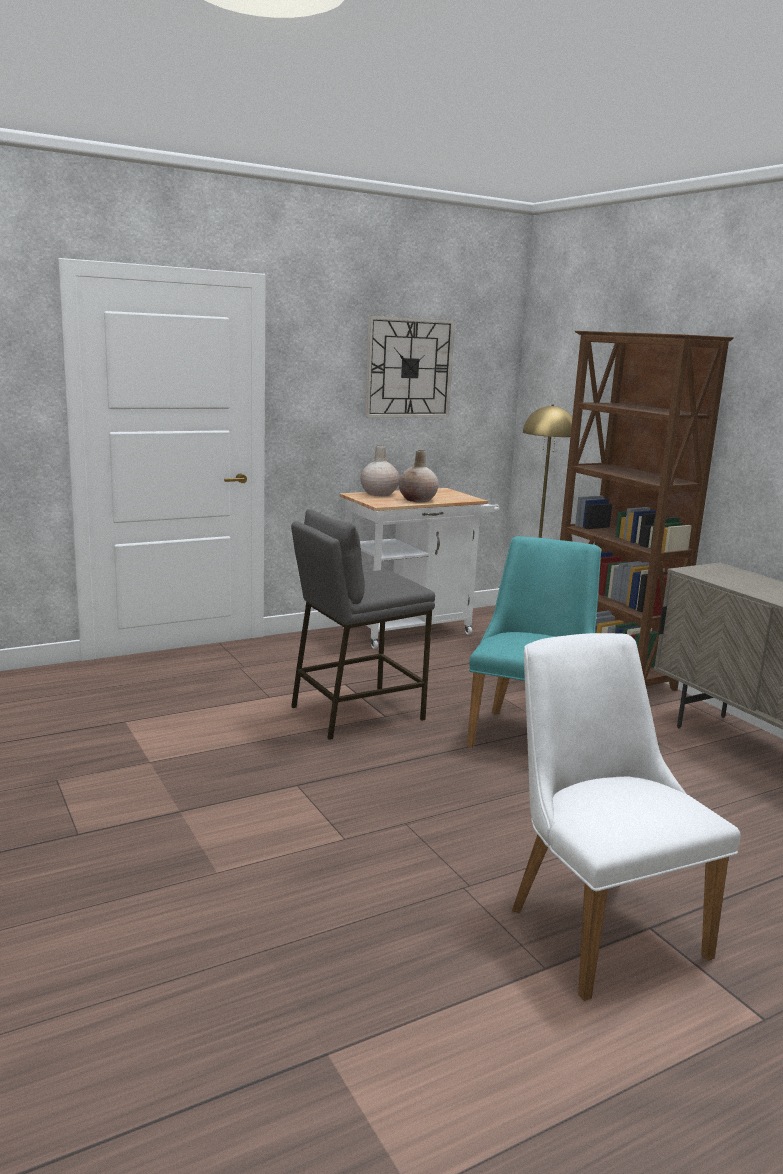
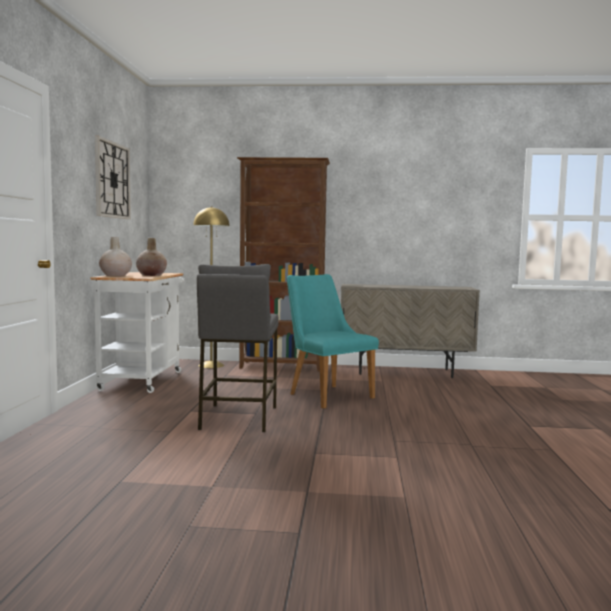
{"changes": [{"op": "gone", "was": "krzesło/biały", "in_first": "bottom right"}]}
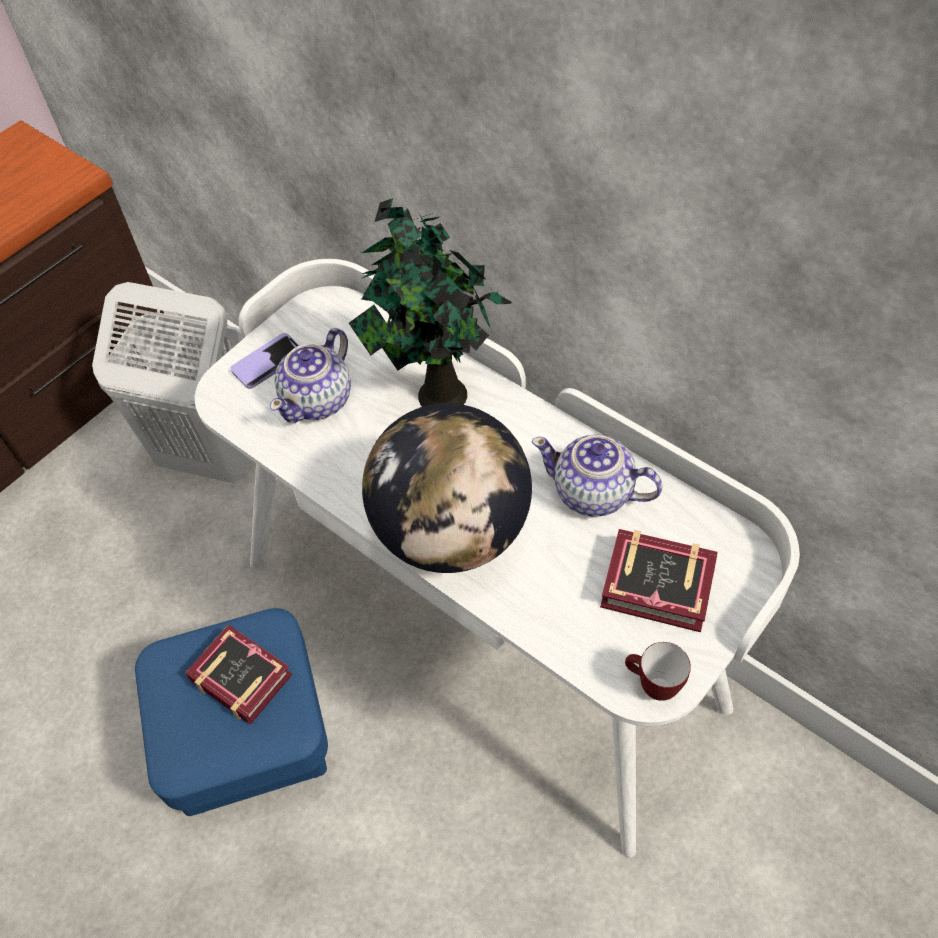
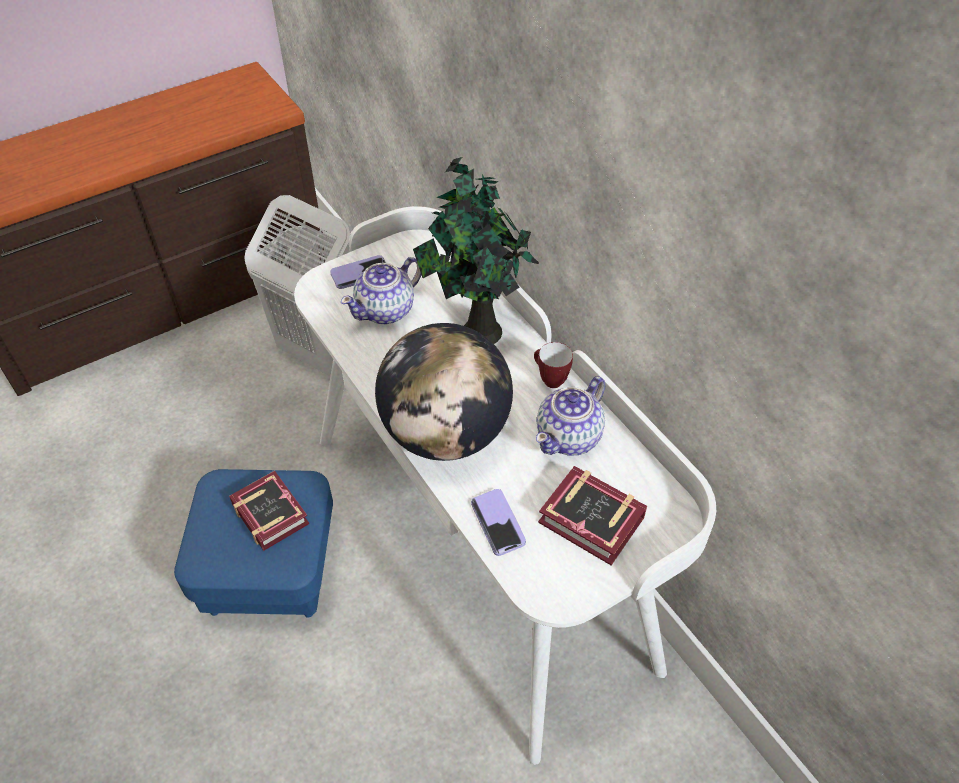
{"changes": [{"op": "rotated", "was": "imbryk (no. 2 from left)", "in_first": "centre", "in_second": "centre", "clockwise": -90}, {"op": "shifted", "was": "kubek", "in_first": "bottom right", "in_second": "centre"}, {"op": "new", "now": "telefon (no. 2 from left)", "in_second": "bottom centre"}]}
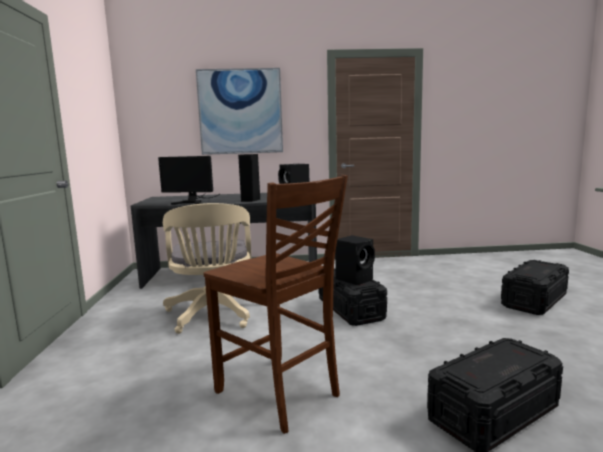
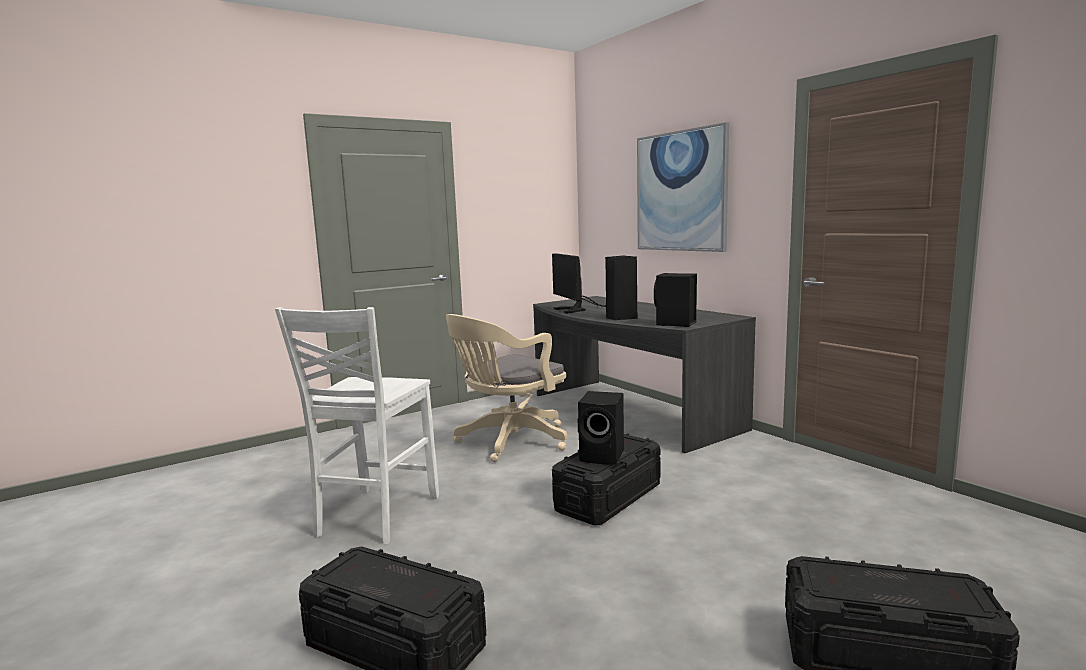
{"changes": [{"op": "repainted", "was": "krzesło/brązowy", "now": "krzesło/biały", "in_first": "bottom centre", "in_second": "middle left"}]}
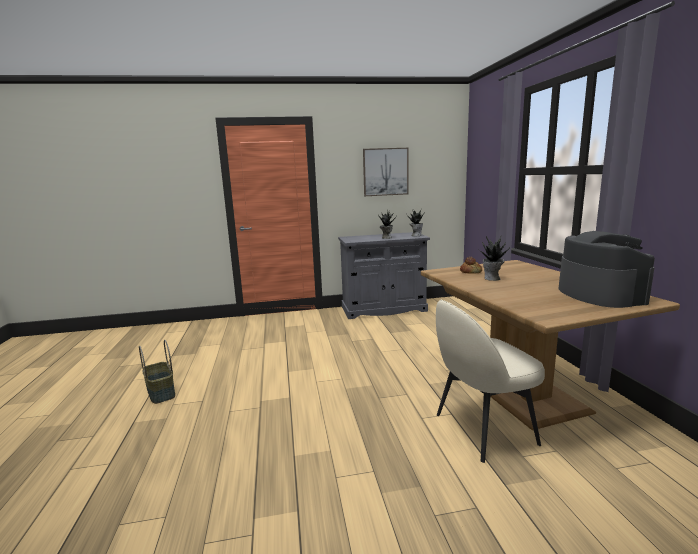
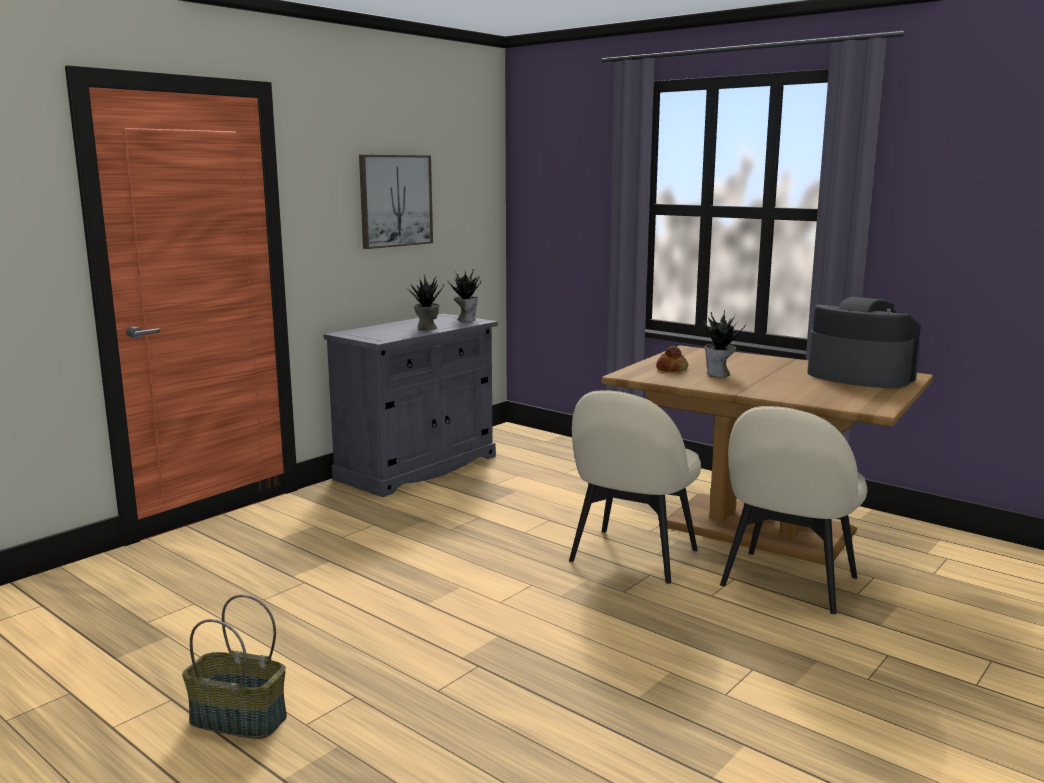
{"changes": [{"op": "new", "now": "krzesło/beżowy (no. 1 from left)", "in_second": "centre"}]}
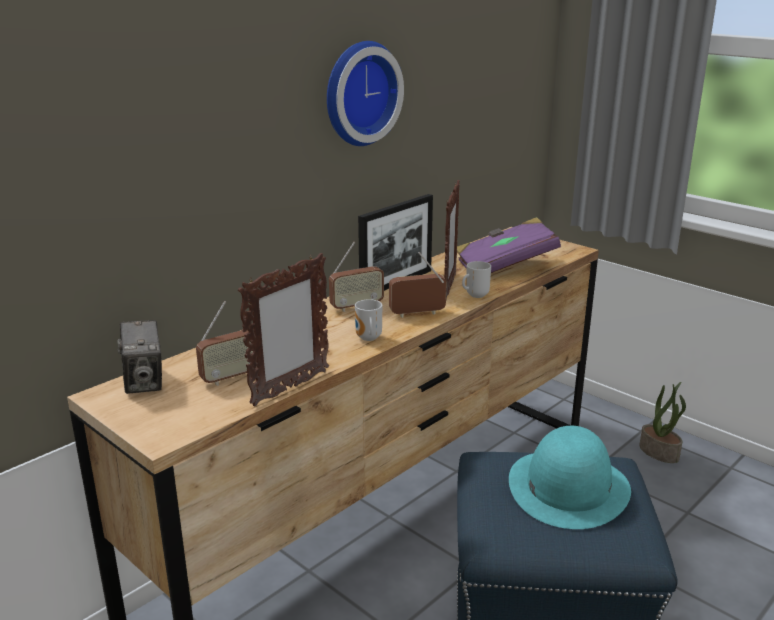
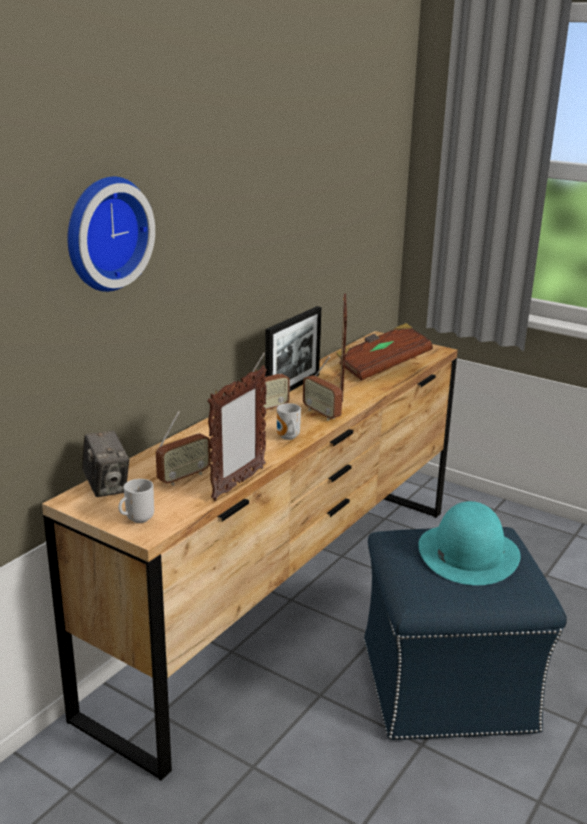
{"changes": [{"op": "shifted", "was": "zegar ścienny", "in_first": "top centre", "in_second": "top left"}, {"op": "rotated", "was": "radio (no. 3 from left)", "in_first": "centre", "in_second": "centre", "clockwise": -105}, {"op": "repainted", "was": "książka/fioletowy", "now": "książka/brązowy", "in_first": "centre", "in_second": "centre"}, {"op": "shifted", "was": "kubek (no. 2 from left in the first image)", "now": "kubek (no. 1 from left)", "in_first": "centre", "in_second": "middle left"}, {"op": "gone", "was": "roślina doniczkowa", "in_first": "bottom right"}]}
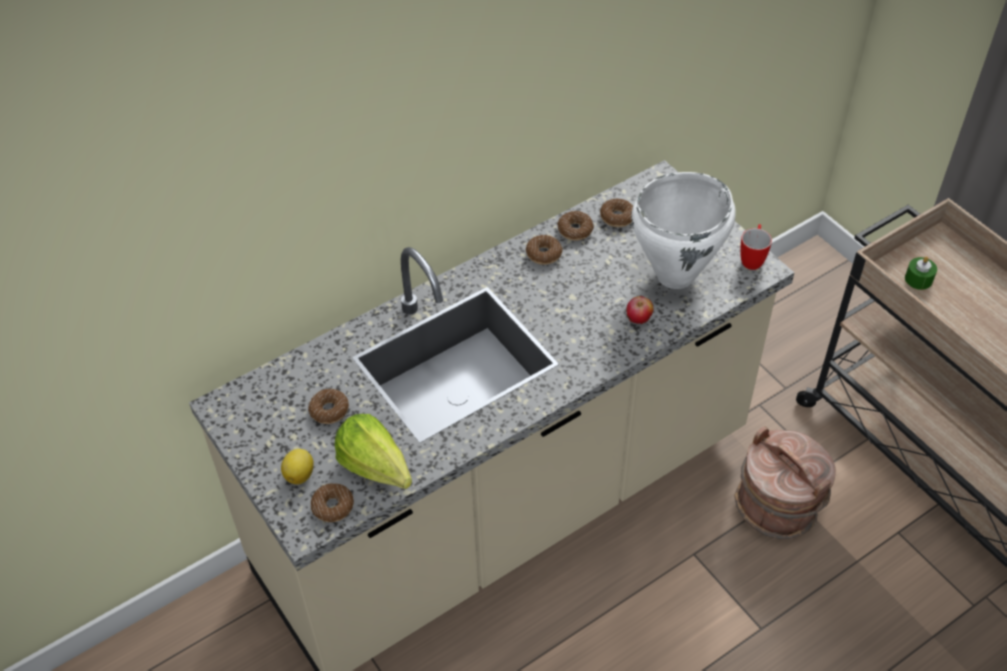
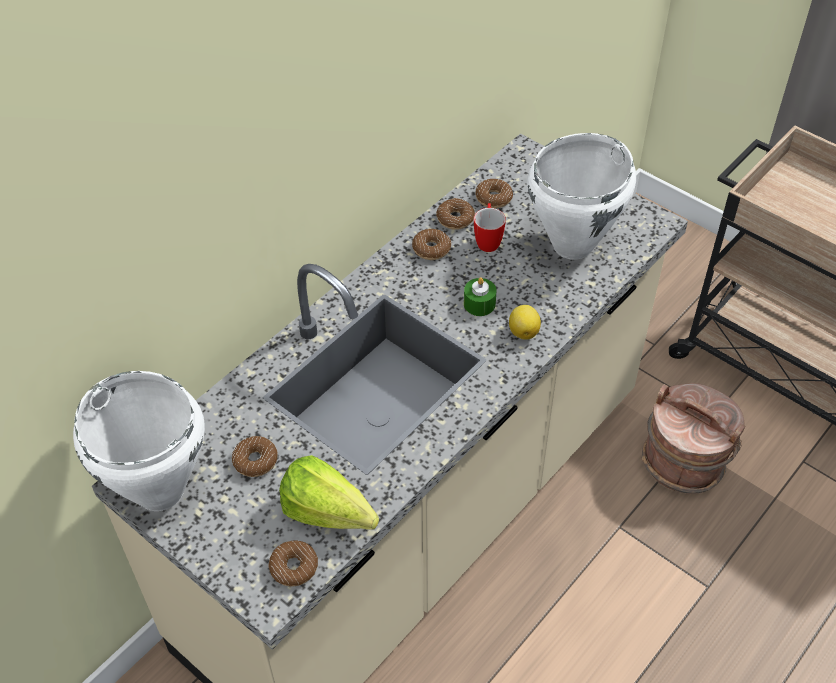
{"changes": [{"op": "shifted", "was": "cytryna", "in_first": "bottom left", "in_second": "centre"}, {"op": "gone", "was": "jabłko", "in_first": "centre"}, {"op": "shifted", "was": "kubek", "in_first": "middle right", "in_second": "top centre"}, {"op": "shifted", "was": "świeca/zielony", "in_first": "middle right", "in_second": "centre"}, {"op": "new", "now": "garnek/biały (no. 1 from left)", "in_second": "middle left"}]}
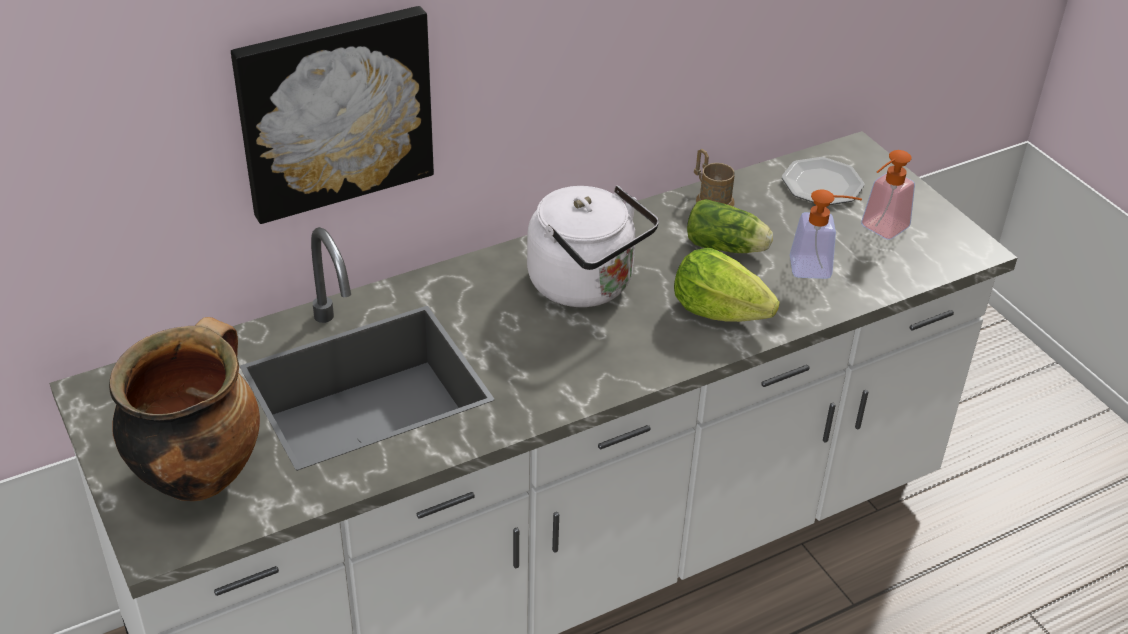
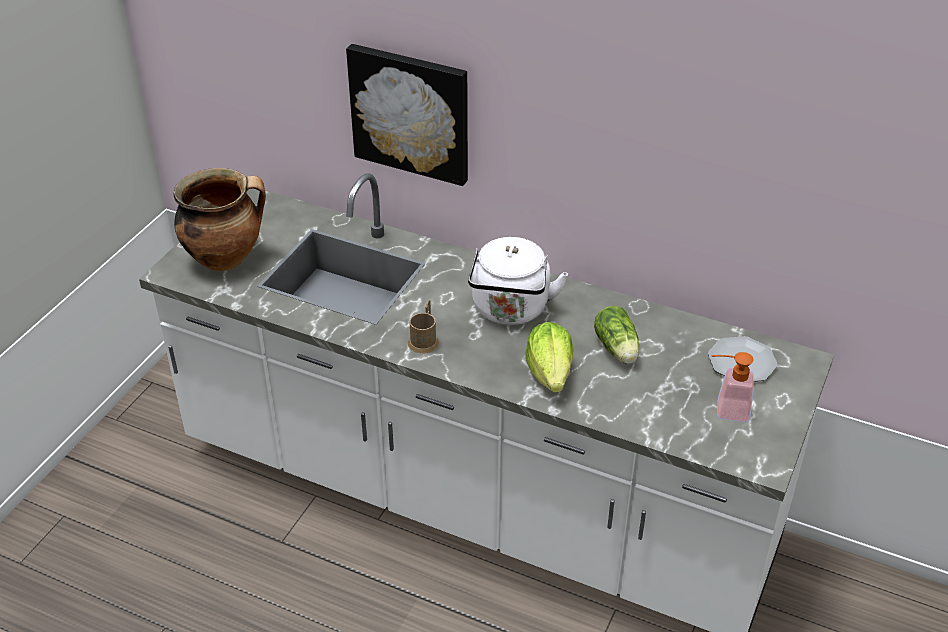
{"changes": [{"op": "shifted", "was": "kubek/brązowy", "in_first": "top centre", "in_second": "centre"}, {"op": "gone", "was": "dozownik mydła (no. 1 from left)", "in_first": "middle right"}]}
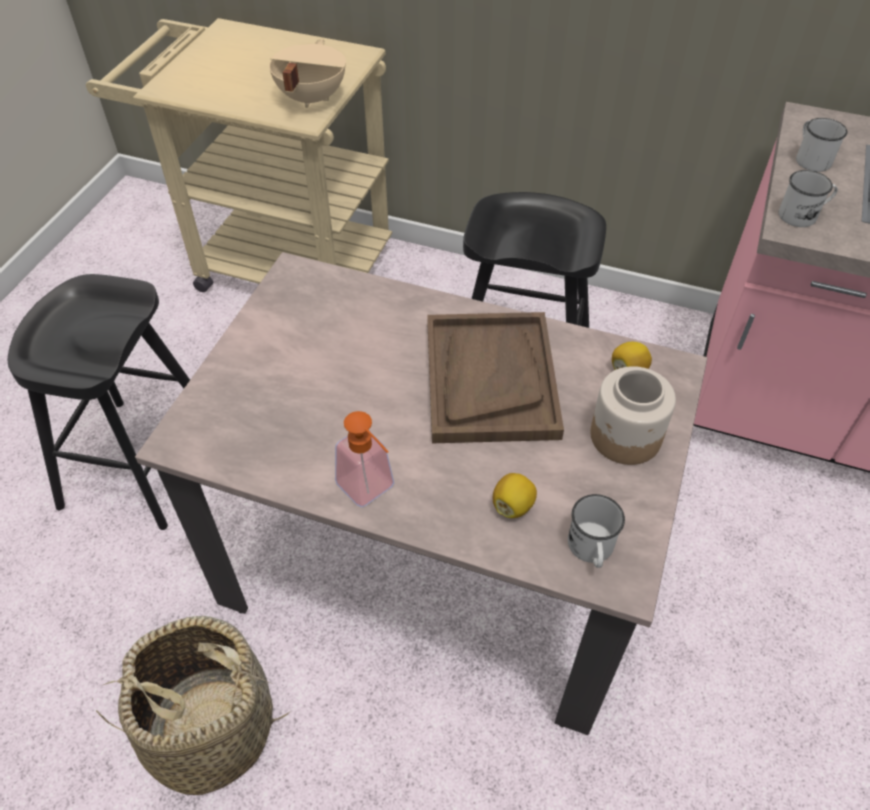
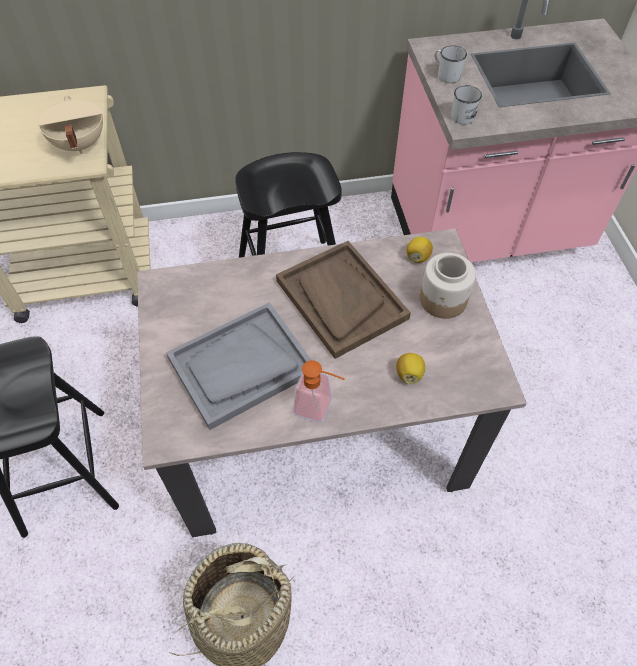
{"changes": [{"op": "gone", "was": "kubek/biały (no. 1 from left)", "in_first": "middle right"}, {"op": "new", "now": "taca/szary", "in_second": "centre"}]}
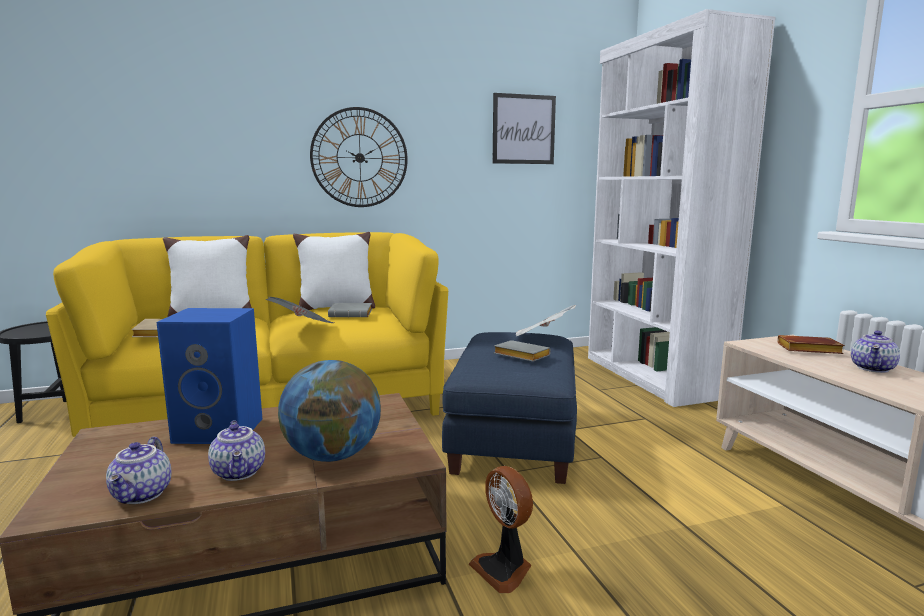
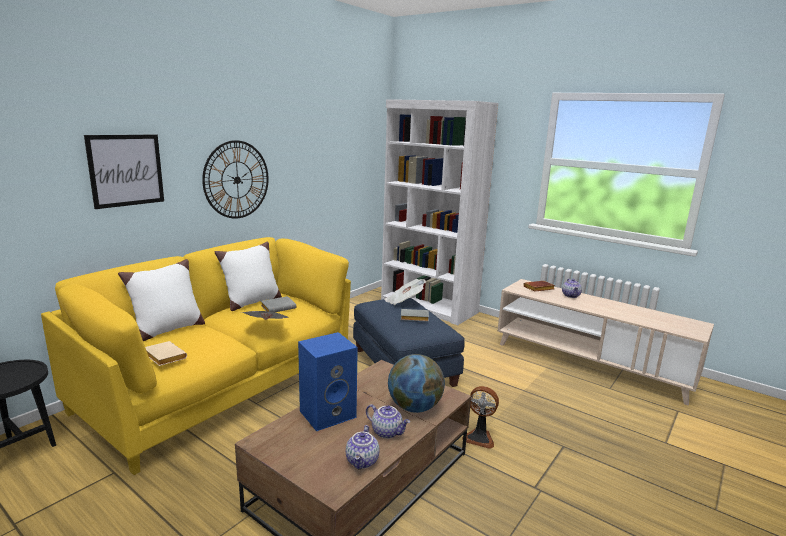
{"changes": [{"op": "rotated", "was": "imbryk (no. 1 from left)", "in_first": "bottom left", "in_second": "bottom centre", "clockwise": 45}, {"op": "shifted", "was": "obraz", "in_first": "top centre", "in_second": "top left"}]}
